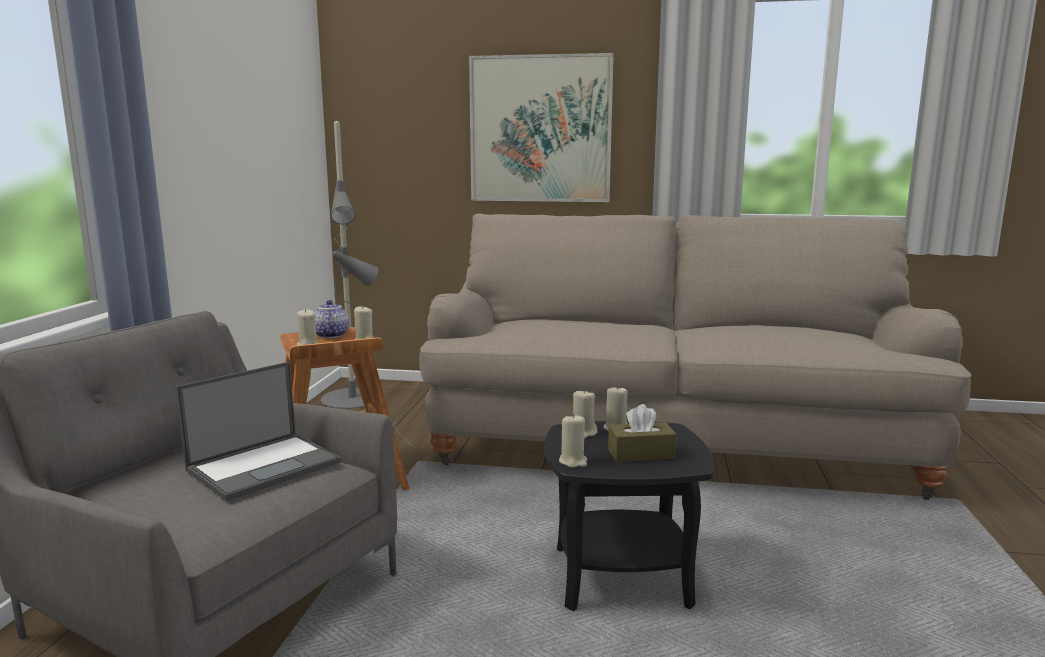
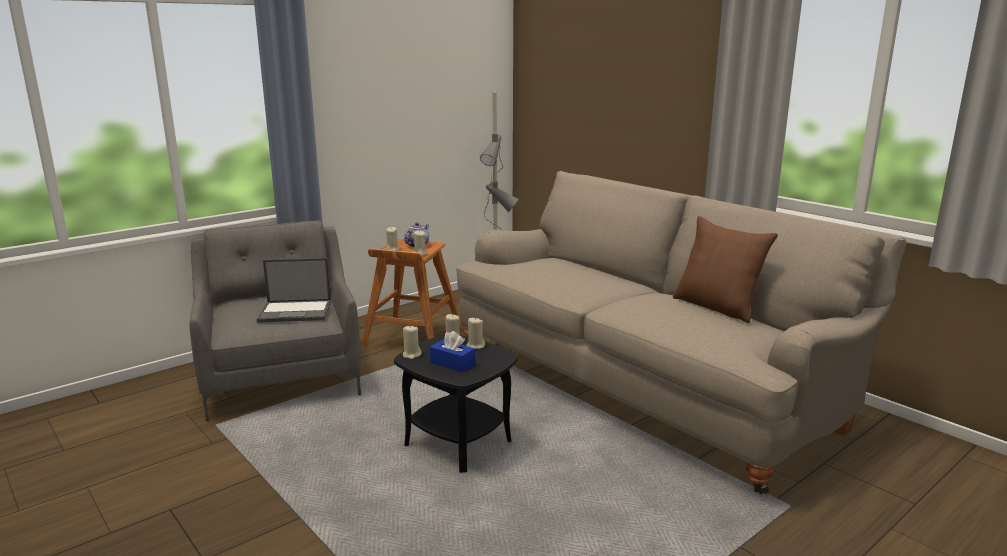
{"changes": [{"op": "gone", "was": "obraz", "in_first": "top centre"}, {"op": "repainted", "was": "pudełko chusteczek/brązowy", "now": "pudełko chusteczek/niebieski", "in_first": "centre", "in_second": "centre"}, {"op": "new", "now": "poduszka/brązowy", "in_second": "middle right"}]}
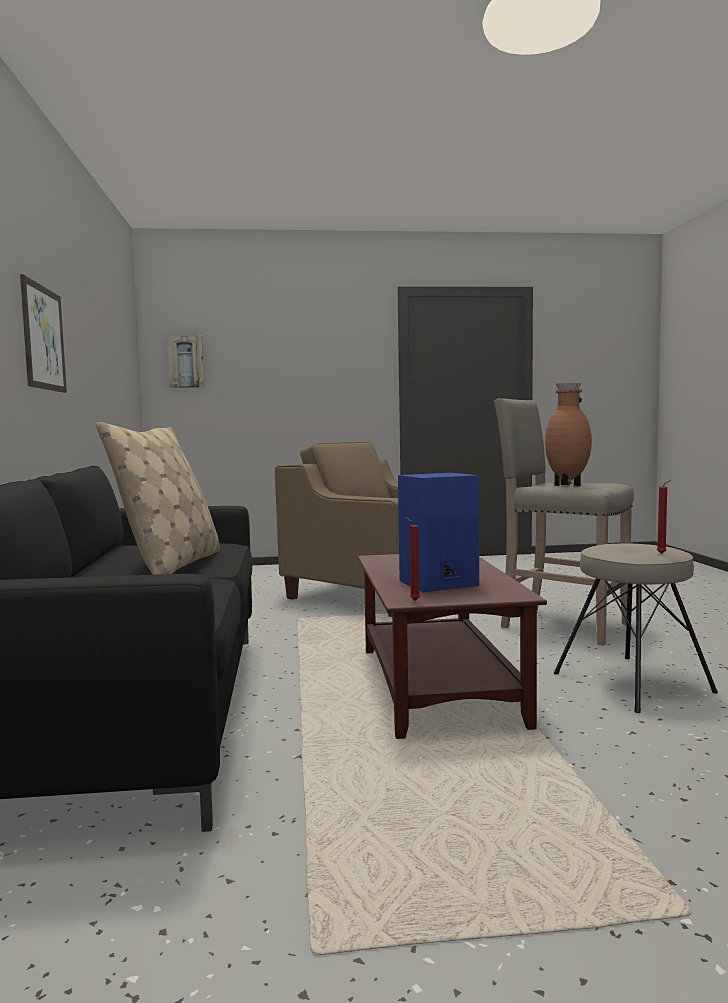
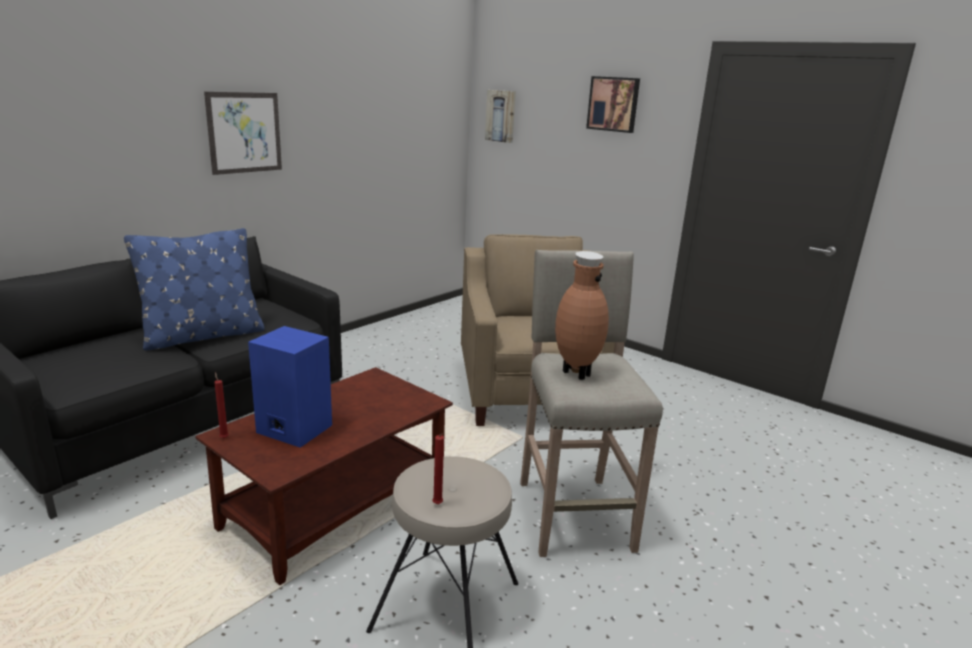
{"changes": [{"op": "repainted", "was": "poduszka/beżowy", "now": "poduszka/niebieski", "in_first": "middle left", "in_second": "middle left"}, {"op": "new", "now": "obraz (no. 3 from left)", "in_second": "top centre"}]}
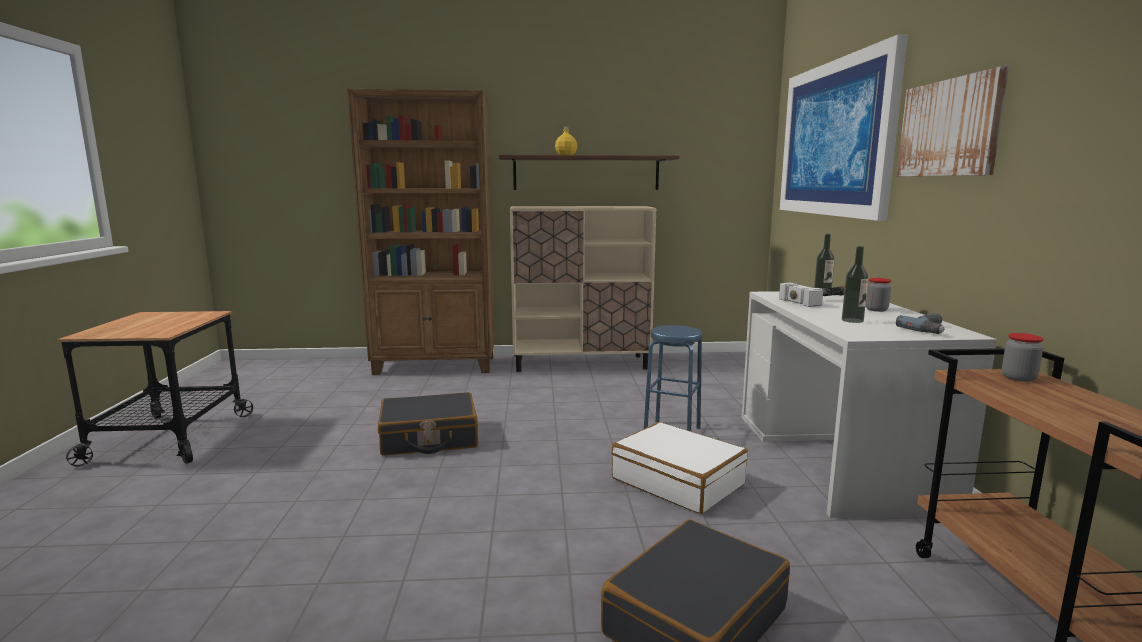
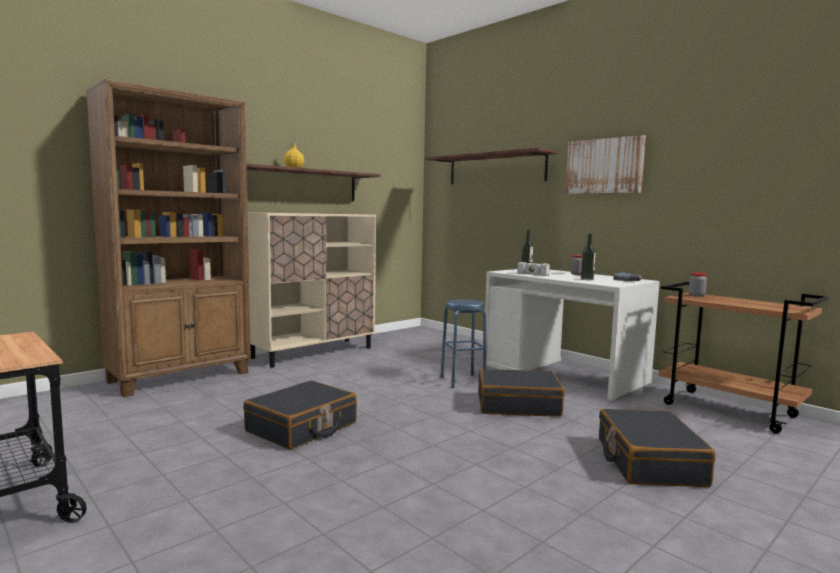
{"changes": [{"op": "repainted", "was": "walizka/biały", "now": "walizka/czarny (no. 2 from left)", "in_first": "bottom centre", "in_second": "bottom centre"}, {"op": "swapped", "was": "obraz (no. 1 from left)", "now": "półka (no. 2 from left)", "in_first": "top right", "in_second": "top centre"}]}
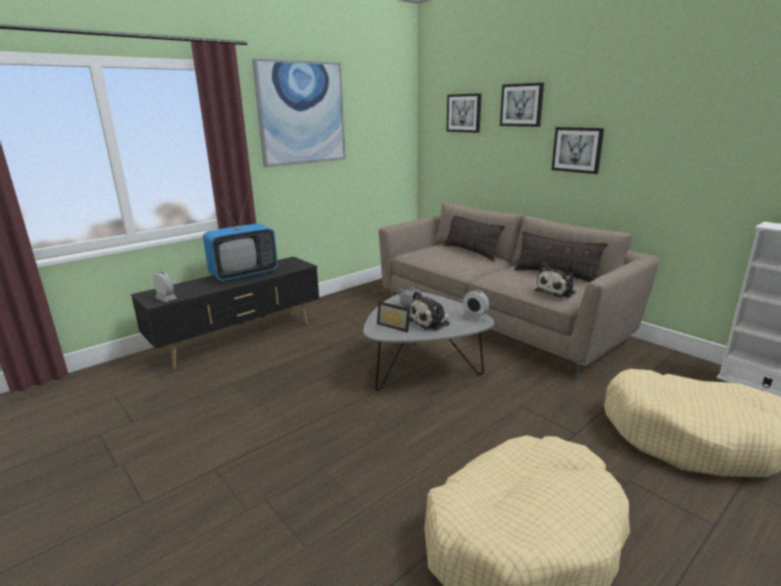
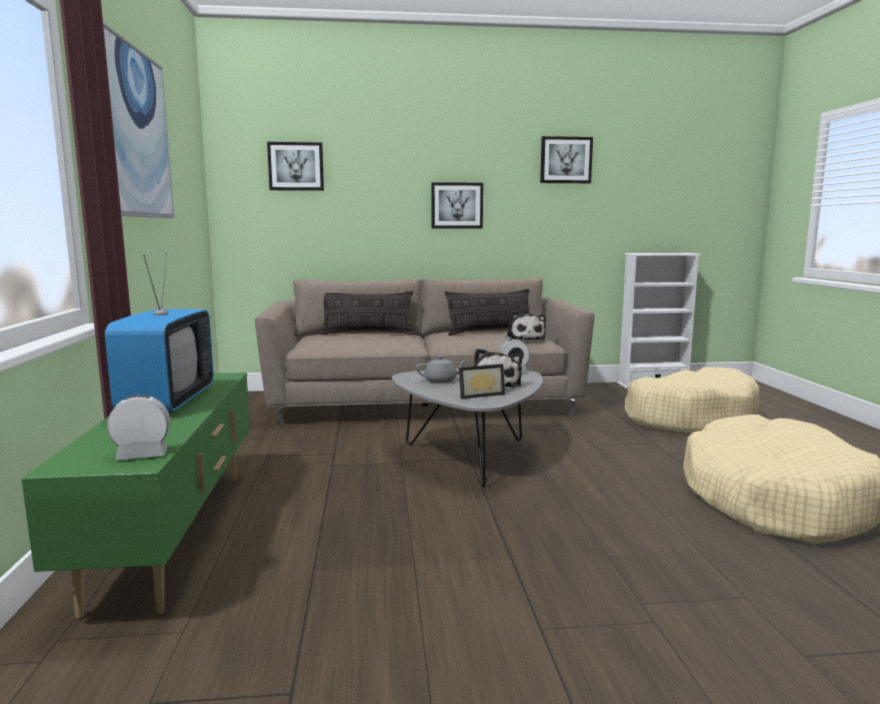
{"changes": [{"op": "repainted", "was": "szafka pod telewizor/czarny", "now": "szafka pod telewizor/zielony", "in_first": "middle left", "in_second": "bottom left"}, {"op": "shifted", "was": "obraz (no. 3 from left in the first image)", "now": "obraz (no. 4 from left)", "in_first": "top right", "in_second": "top centre"}]}
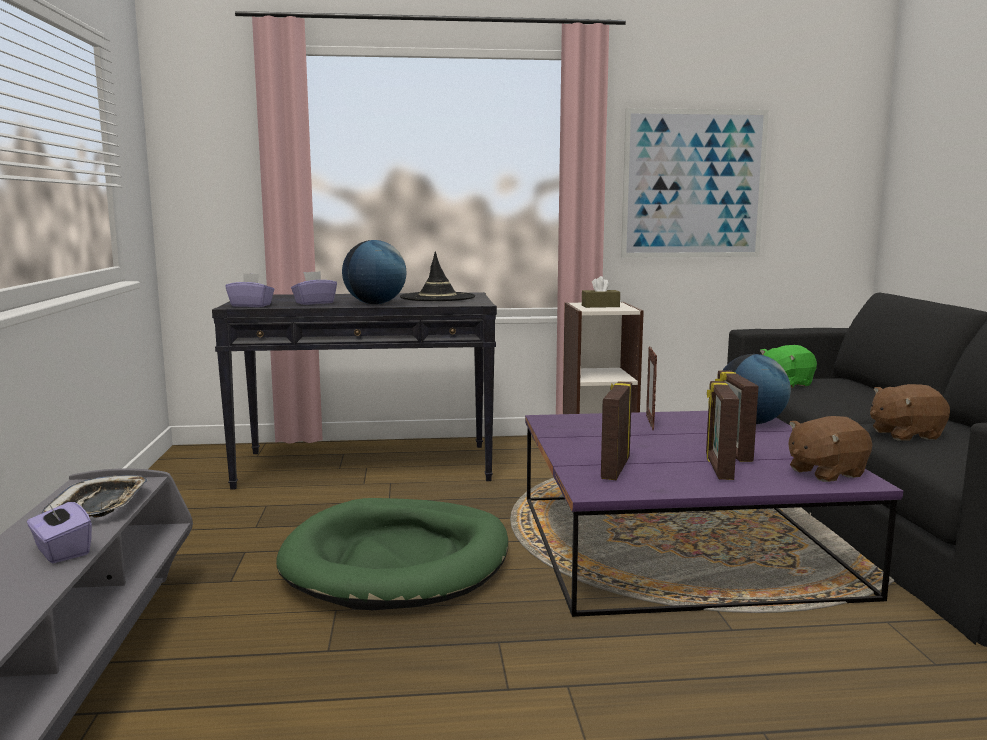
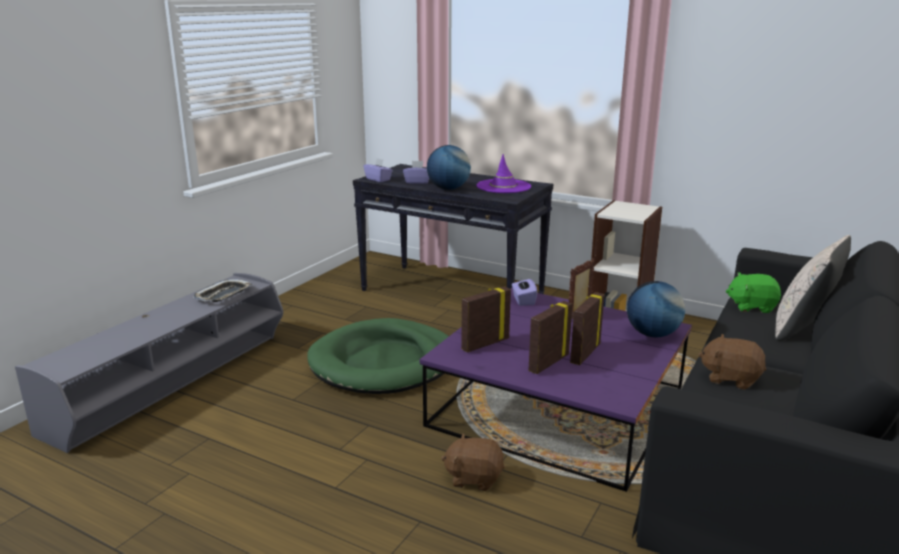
{"changes": [{"op": "shifted", "was": "pudełko chusteczek/fioletowy (no. 1 from left in the first image)", "now": "pudełko chusteczek/fioletowy (no. 3 from left)", "in_first": "bottom left", "in_second": "centre"}, {"op": "repainted", "was": "kapelusz/czarny", "now": "kapelusz/fioletowy", "in_first": "centre", "in_second": "top centre"}, {"op": "gone", "was": "pudełko chusteczek/brązowy", "in_first": "centre"}, {"op": "gone", "was": "obraz", "in_first": "top right"}, {"op": "shifted", "was": "pluszak/brązowy (no. 1 from left)", "in_first": "middle right", "in_second": "bottom centre"}, {"op": "new", "now": "poduszka/beżowy", "in_second": "middle right"}]}
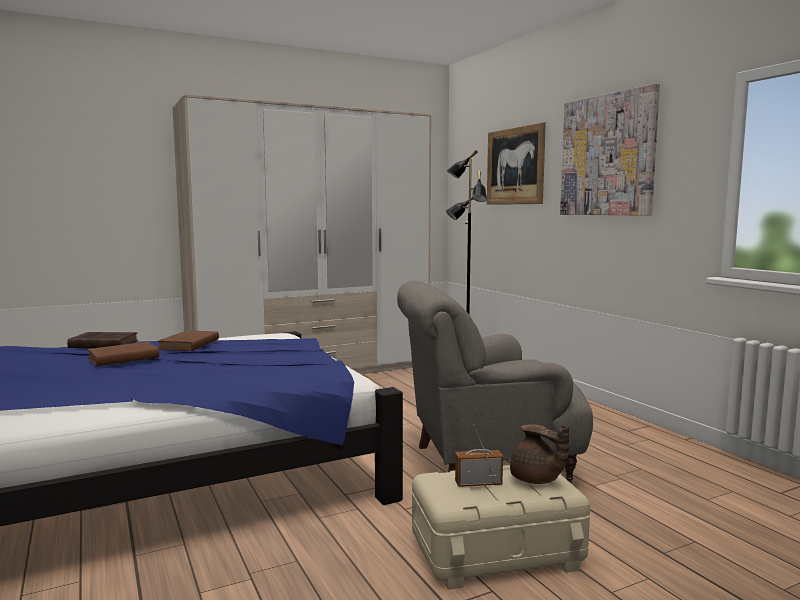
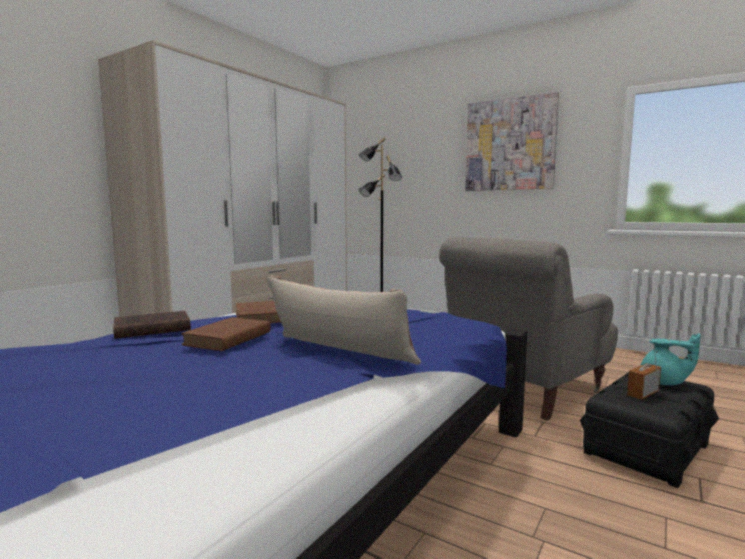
{"changes": [{"op": "repainted", "was": "pojemnik do przechowywania/beżowy", "now": "pojemnik do przechowywania/czarny", "in_first": "bottom centre", "in_second": "bottom right"}, {"op": "gone", "was": "obraz (no. 1 from left)", "in_first": "top centre"}, {"op": "repainted", "was": "imbryk/brązowy", "now": "imbryk/turkusowy", "in_first": "bottom right", "in_second": "middle right"}, {"op": "new", "now": "poduszka", "in_second": "centre"}]}
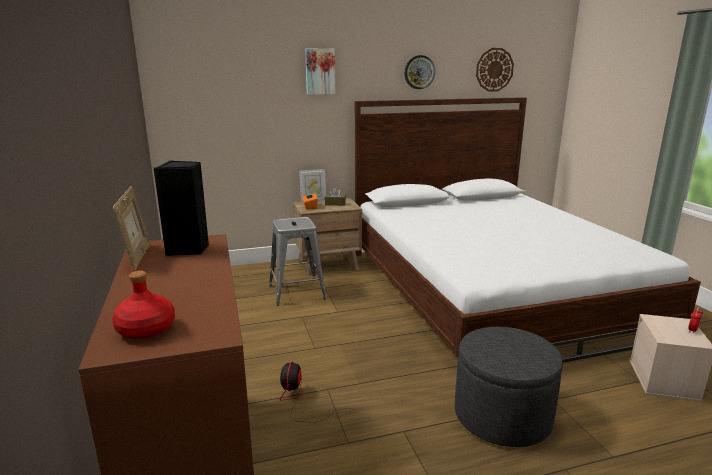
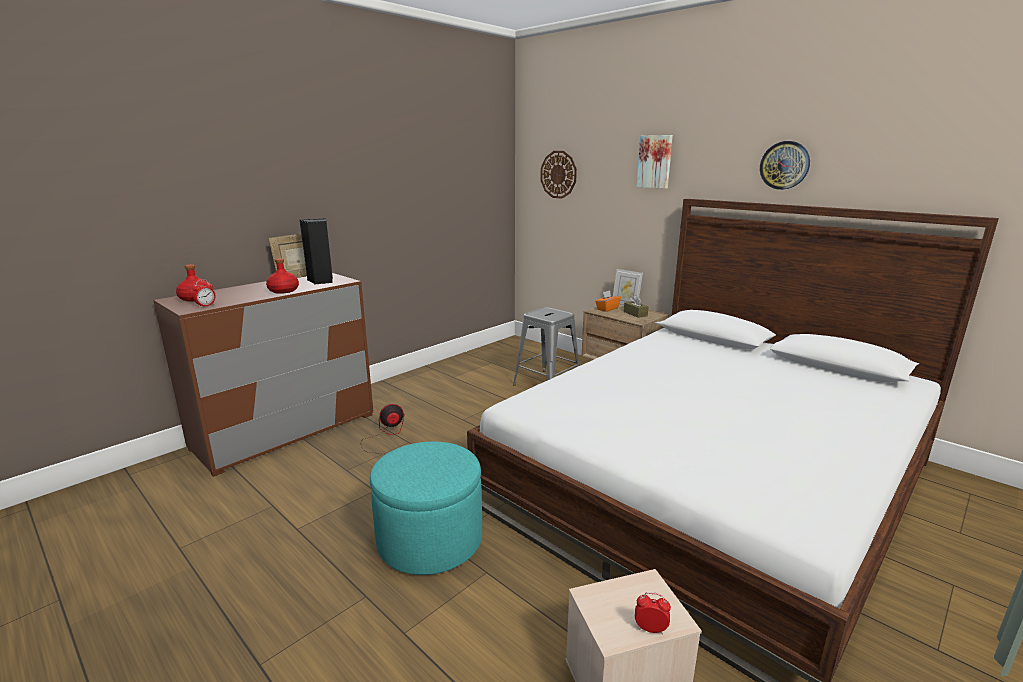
{"changes": [{"op": "repainted", "was": "pufa/szary", "now": "pufa/turkusowy", "in_first": "bottom right", "in_second": "bottom centre"}, {"op": "shifted", "was": "zegar ścienny (no. 2 from left in the first image)", "now": "zegar ścienny (no. 1 from left)", "in_first": "top right", "in_second": "top centre"}, {"op": "new", "now": "budzik (no. 1 from left)", "in_second": "middle left"}, {"op": "new", "now": "butelka/czerwony (no. 2 from left)", "in_second": "middle left"}]}
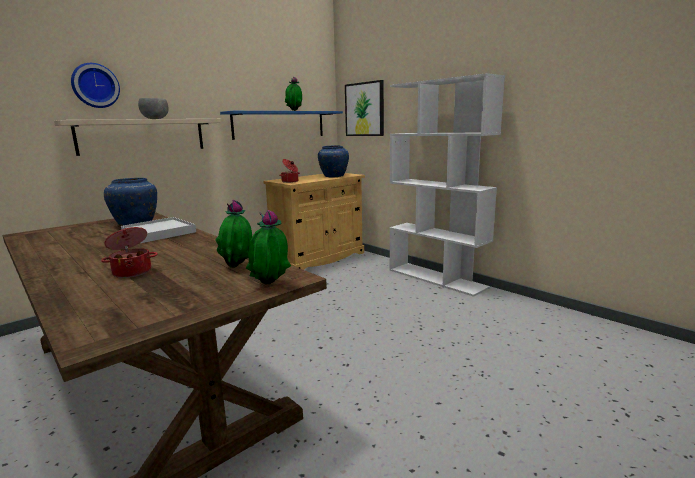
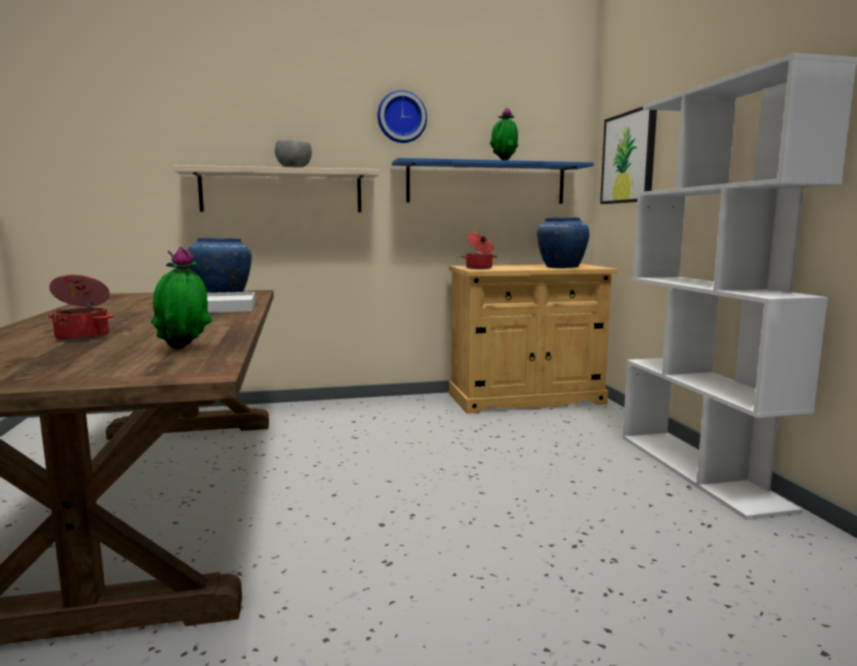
{"changes": [{"op": "shifted", "was": "zegar ścienny", "in_first": "top left", "in_second": "top centre"}, {"op": "gone", "was": "roślina doniczkowa (no. 2 from left)", "in_first": "centre"}]}
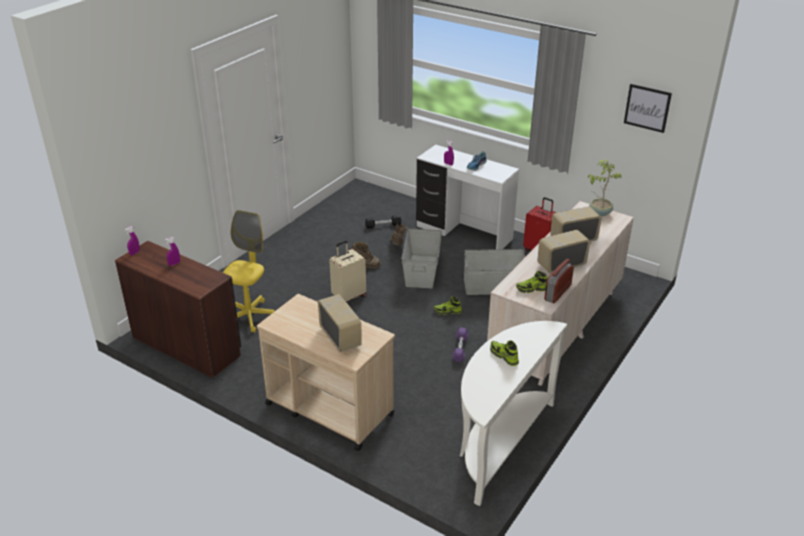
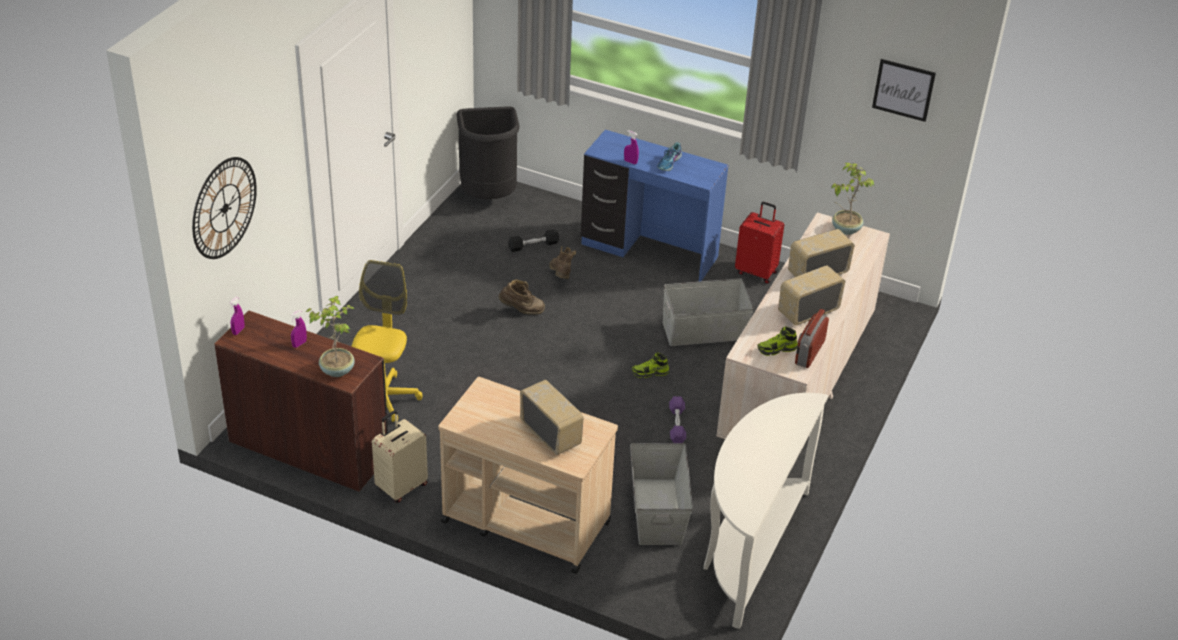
{"changes": [{"op": "shifted", "was": "walizka/beżowy", "in_first": "centre", "in_second": "bottom centre"}, {"op": "shifted", "was": "pojemnik do przechowywania/szary (no. 1 from left)", "in_first": "centre", "in_second": "bottom centre"}, {"op": "repainted", "was": "biurko/biały", "now": "biurko/niebieski", "in_first": "centre", "in_second": "top centre"}, {"op": "gone", "was": "but (no. 3 from left)", "in_first": "centre"}, {"op": "new", "now": "zegar ścienny", "in_second": "top left"}, {"op": "new", "now": "roślina doniczkowa (no. 1 from left)", "in_second": "middle left"}, {"op": "new", "now": "kosz na śmieci/czarny", "in_second": "top centre"}]}
